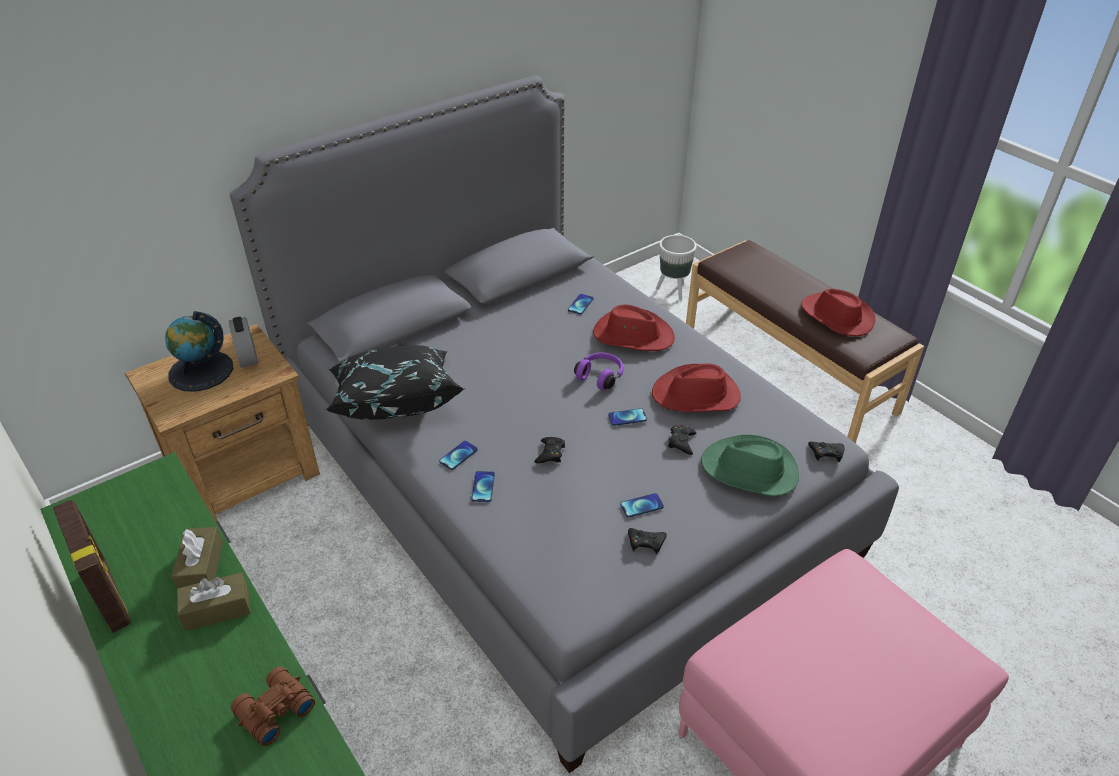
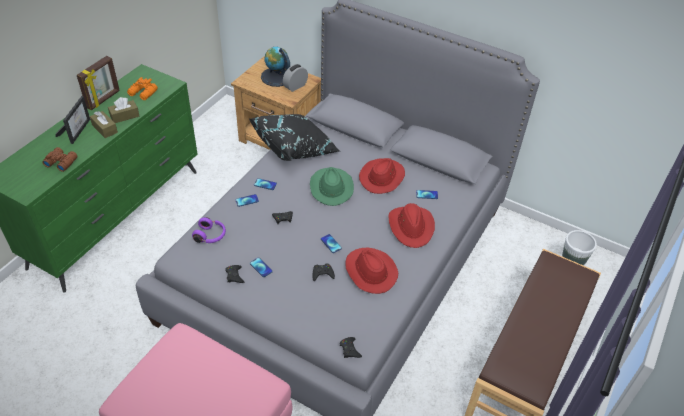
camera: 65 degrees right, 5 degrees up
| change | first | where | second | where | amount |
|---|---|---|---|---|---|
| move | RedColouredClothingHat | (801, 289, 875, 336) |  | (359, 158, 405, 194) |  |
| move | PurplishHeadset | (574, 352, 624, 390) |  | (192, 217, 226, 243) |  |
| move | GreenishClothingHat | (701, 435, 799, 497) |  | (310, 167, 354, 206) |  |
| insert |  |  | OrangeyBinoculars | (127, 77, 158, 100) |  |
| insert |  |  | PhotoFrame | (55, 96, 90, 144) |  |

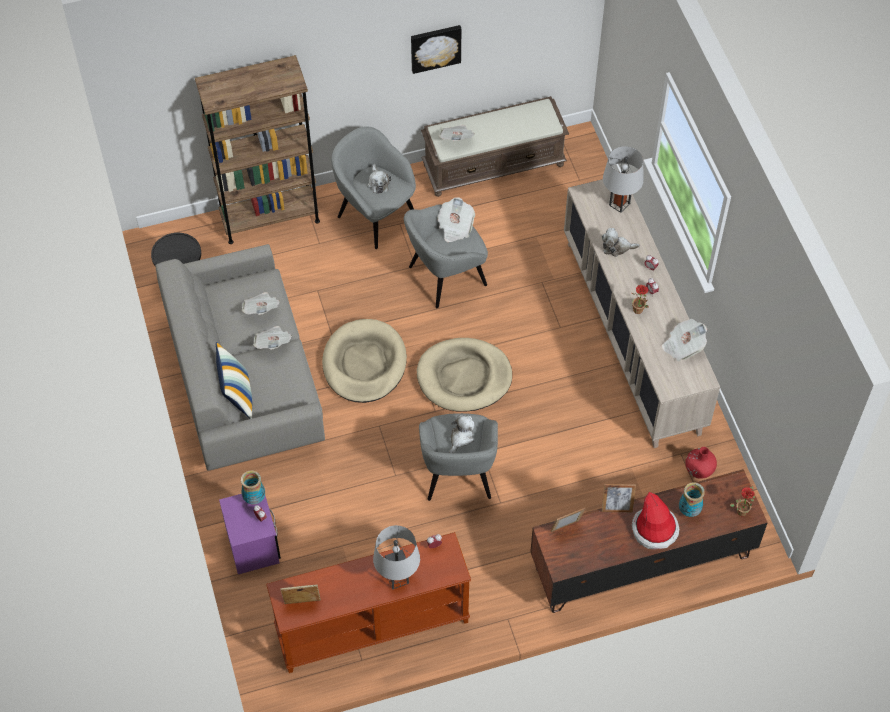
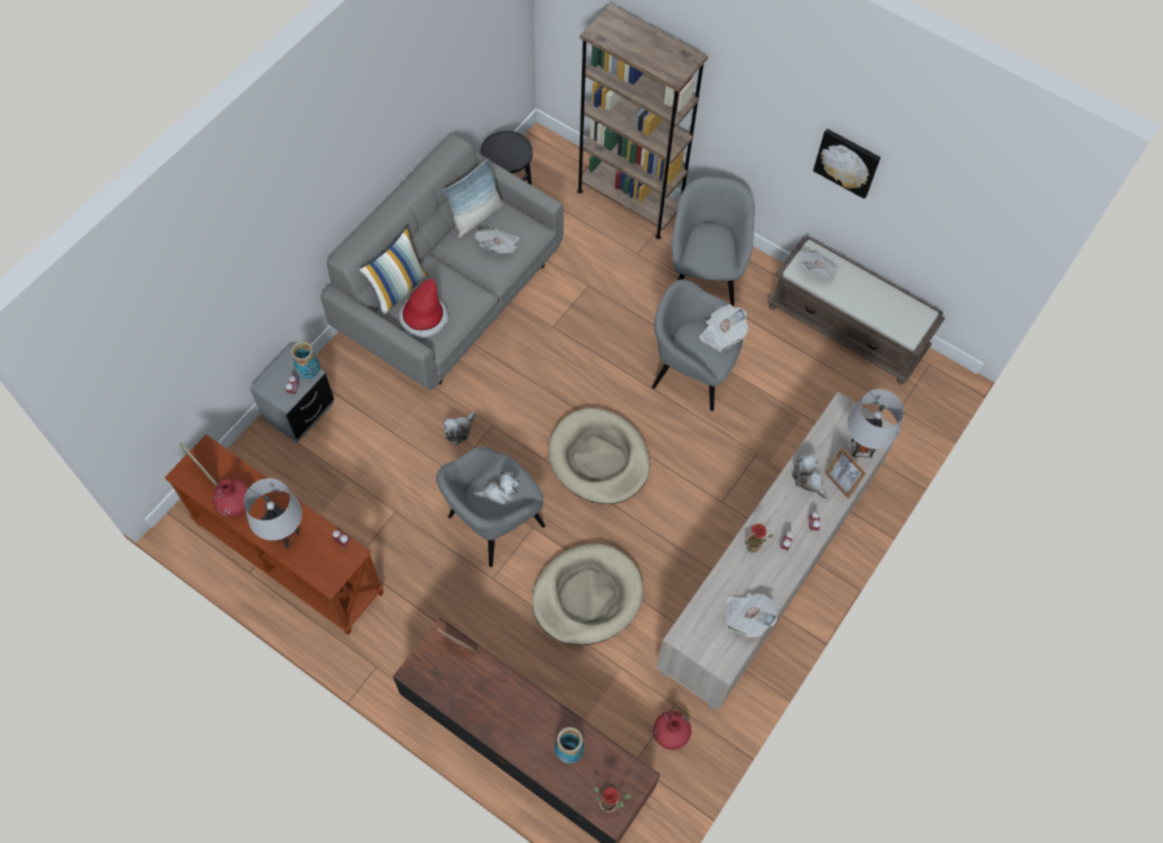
camera: 50 degrees right, 5 degrees up
| change | first | where | second | where | amount |
|---|---|---|---|---|---|
| move | PlushToy | (367, 164, 391, 194) |  | (443, 411, 476, 445) |  |
| move | BeigeDogBed | (322, 319, 407, 403) |  | (532, 544, 644, 645) |  |
| delete | Newspaper | (253, 326, 292, 350) |  |  |  |
| move | PhotoFrame | (602, 484, 636, 512) |  | (825, 447, 866, 499) |  |
| move | ClothingHat | (632, 492, 679, 549) |  | (399, 278, 448, 338) |  |
| recolor | PurplishBedsideTable | (219, 494, 281, 574) | GrayBedsideTable | (250, 348, 334, 443) |  |
| insert |  |  | Cushion | (443, 158, 504, 238) |  |
| insert |  |  | RedColouredDecorativeVase | (212, 479, 249, 517) |  |

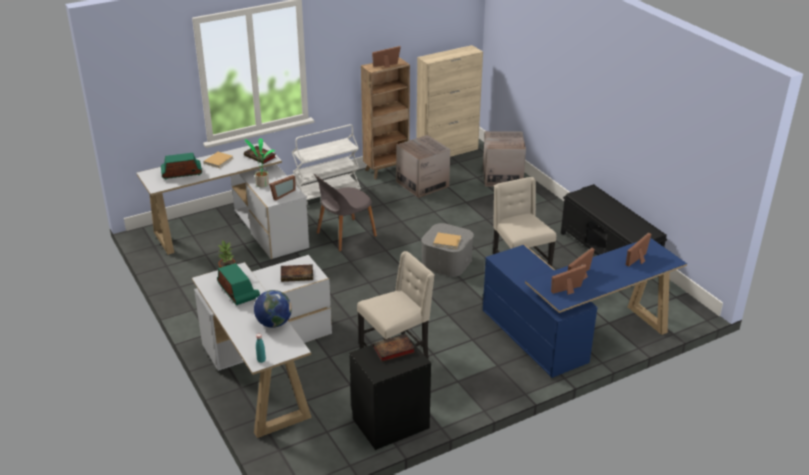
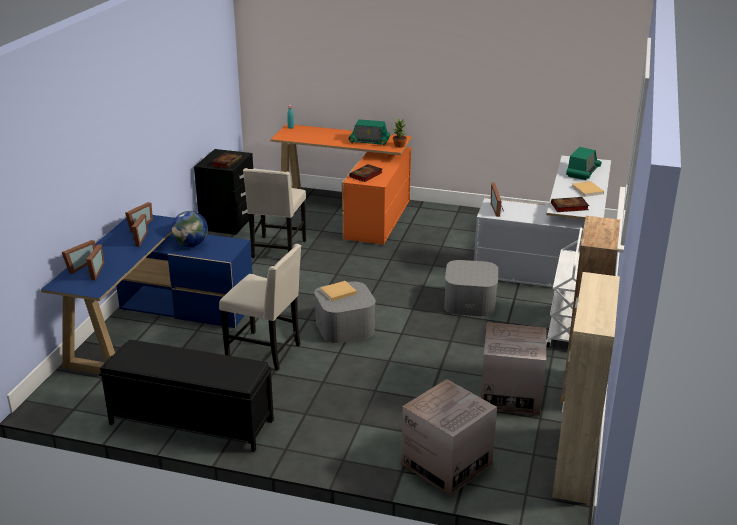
camera: 135 degrees right, 5 degrees down
| change | first | where | second | where | amount |
|---|---|---|---|---|---|
| move | PhotoFrame | (372, 46, 401, 68) |  | (62, 240, 96, 274) |  |
| delete | PlantInAPot | (245, 139, 275, 187) |  |  |  |
| replace | GrayChair | (314, 174, 377, 251) | GrayStorageContainer | (444, 260, 498, 317) |  |
| recolor | WhitishDeskUnit | (192, 255, 332, 438) | OrangeyDeskUnit | (270, 124, 412, 245) |  |
| move | WorldGlobe | (254, 290, 292, 328) |  | (171, 211, 208, 247) |  |

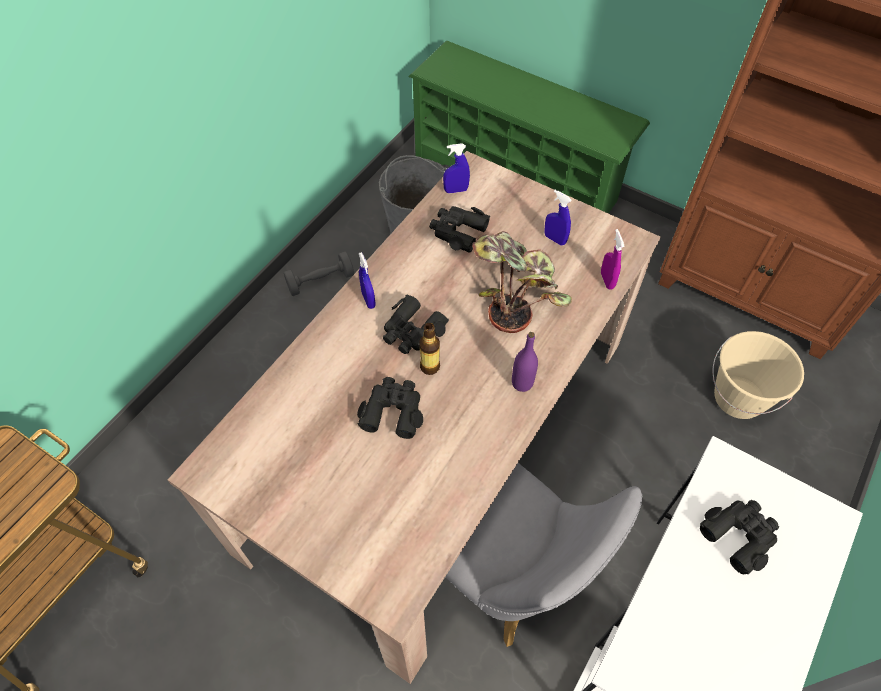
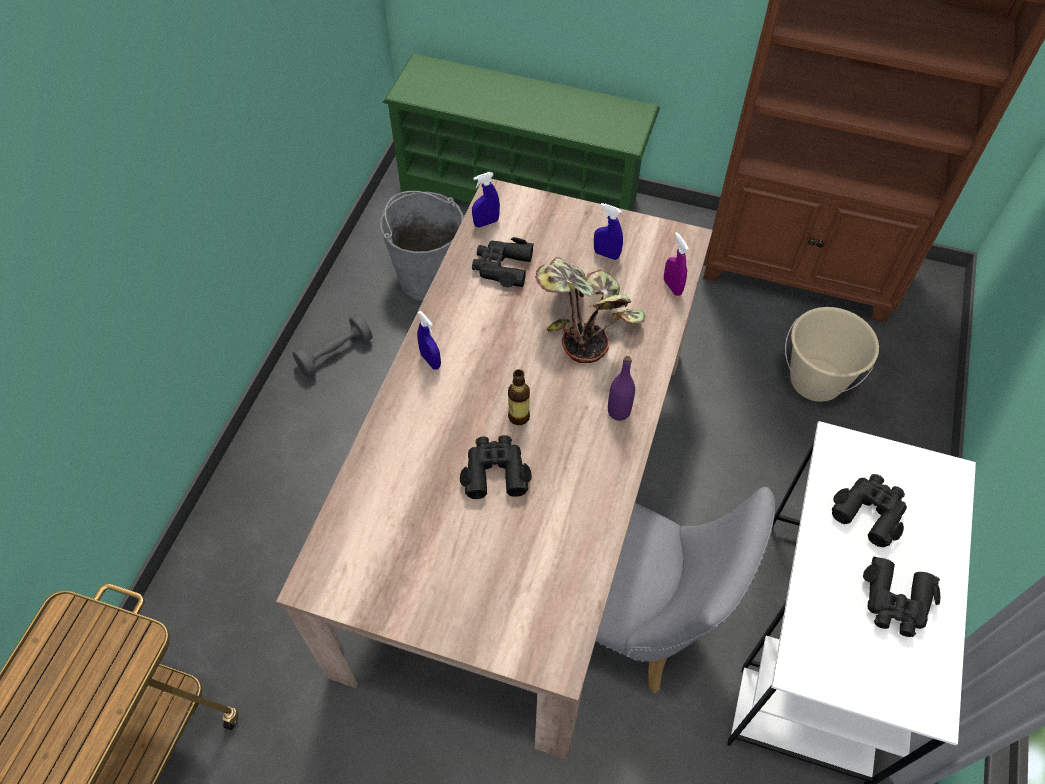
camera: 15 degrees left, 0 degrees up
| change | first | where | second | where | amount |
|---|---|---|---|---|---|
| move | BlackColouredBinoculars | (383, 294, 449, 354) |  | (863, 557, 940, 637) |  |

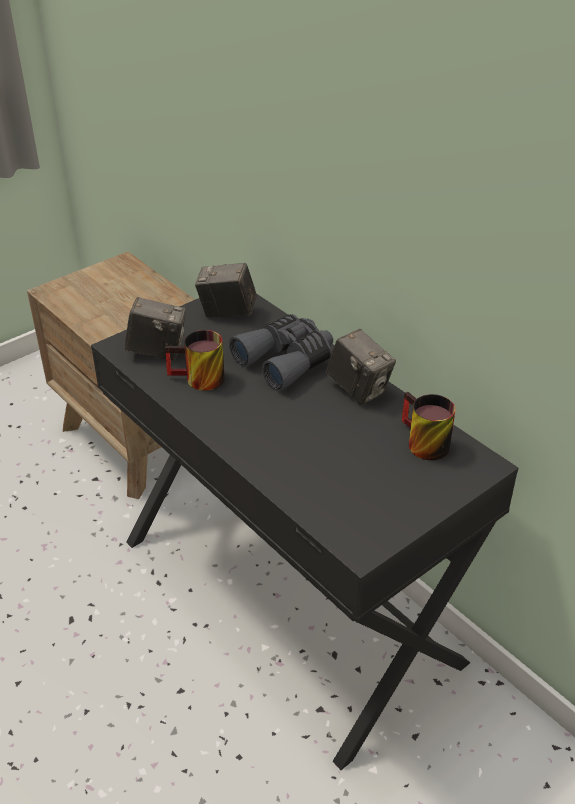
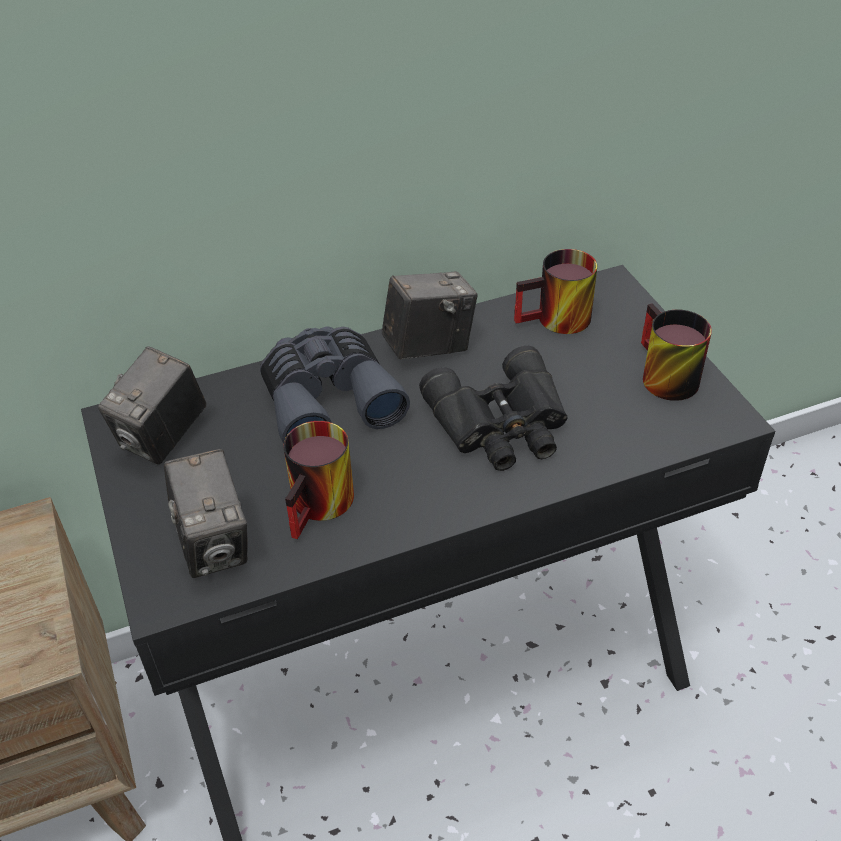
camera: 70 degrees left, 5 degrees up
| change | first | where | second | where | amount |
|---|---|---|---|---|---|
| rotate | StillCamera | (125, 297, 186, 361) |  | (164, 449, 248, 578) | 135 degrees clockwise |
| insert |  |  | TeaMug | (641, 303, 712, 401) |  |
| insert |  |  | BlackColouredBinoculars | (419, 346, 568, 471) |  |

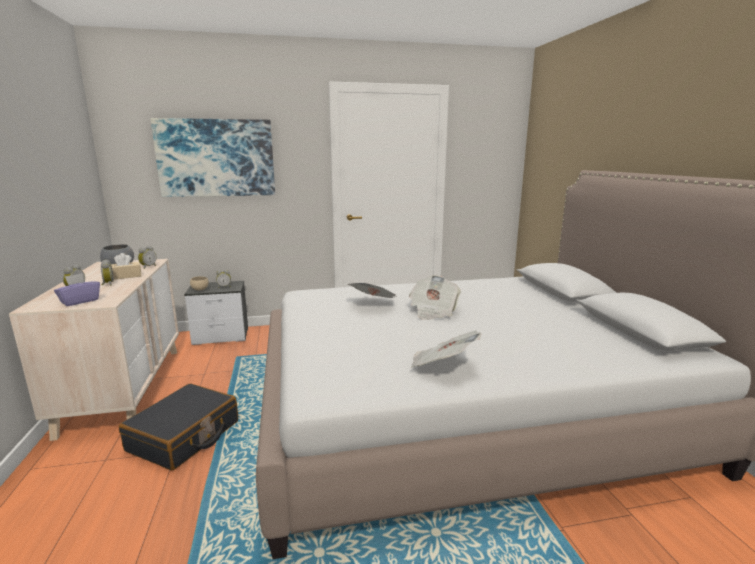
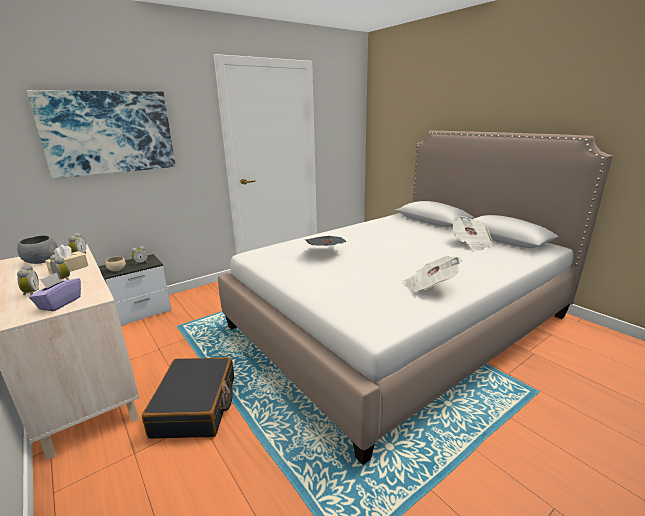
camera: 25 degrees left, 5 degrees up
| change | first | where | second | where | amount |
|---|---|---|---|---|---|
| move | Newspaper | (409, 275, 461, 320) |  | (452, 216, 493, 251) |  |

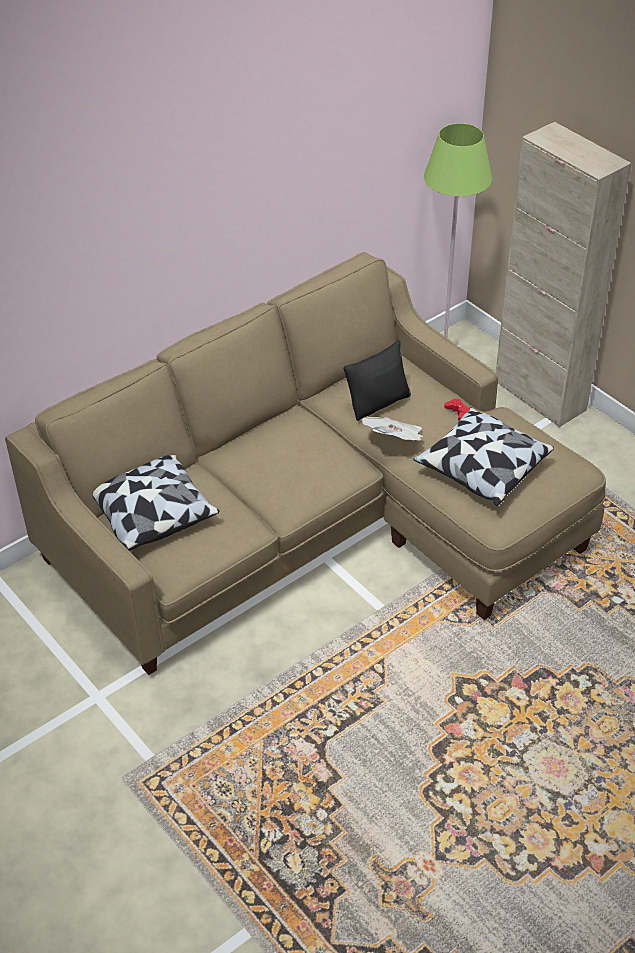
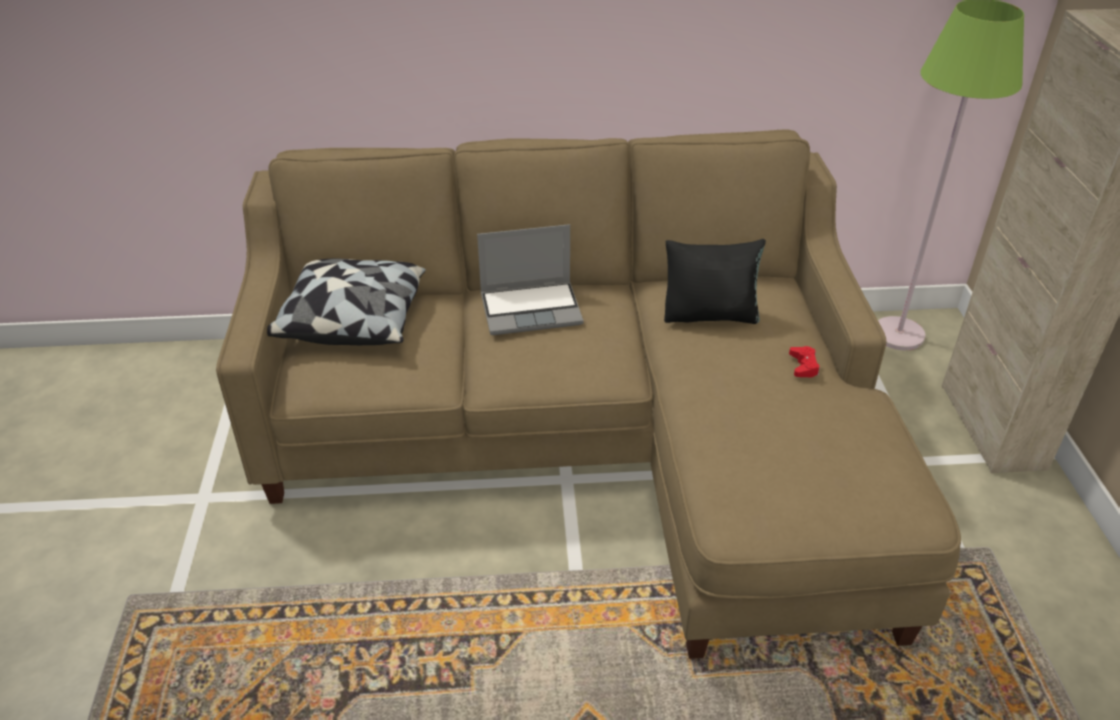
camera: 35 degrees right, 5 degrees down
| change | first | where | second | where | amount |
|---|---|---|---|---|---|
| delete | Cushion | (413, 407, 554, 506) |  |  |  |
| delete | Newspaper | (362, 417, 423, 441) |  |  |  |
| insert |  |  | Laptop | (477, 224, 584, 335) |  |

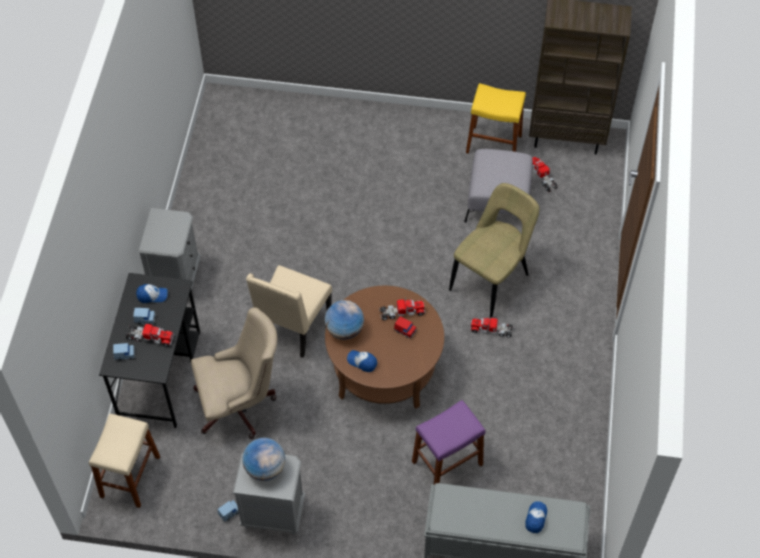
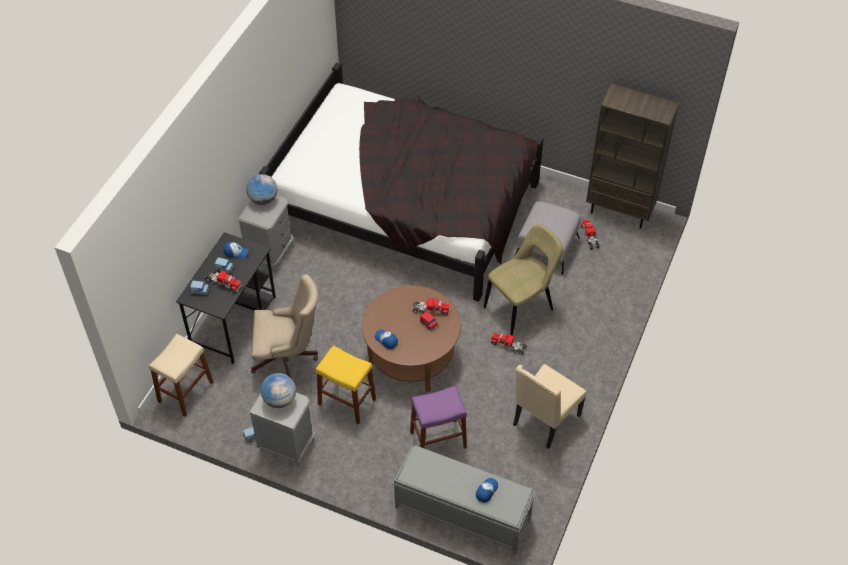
camera: 15 degrees right, 5 degrees down
| change | first | where | second | where | amount |
|---|---|---|---|---|---|
| move | YellowSittingStool | (466, 83, 526, 154) |  | (316, 345, 376, 425) |  |
| move | BeigeChair | (246, 265, 332, 358) |  | (513, 364, 587, 449) |  |
| move | WorldGlobe | (324, 300, 364, 340) |  | (247, 174, 277, 205) |  |
| insert |  |  | BlackColouredSleepingBed | (259, 62, 543, 301) |  |

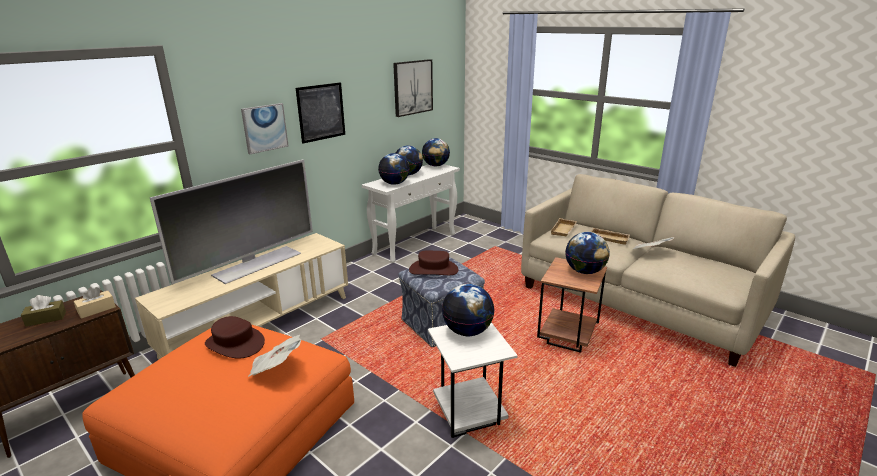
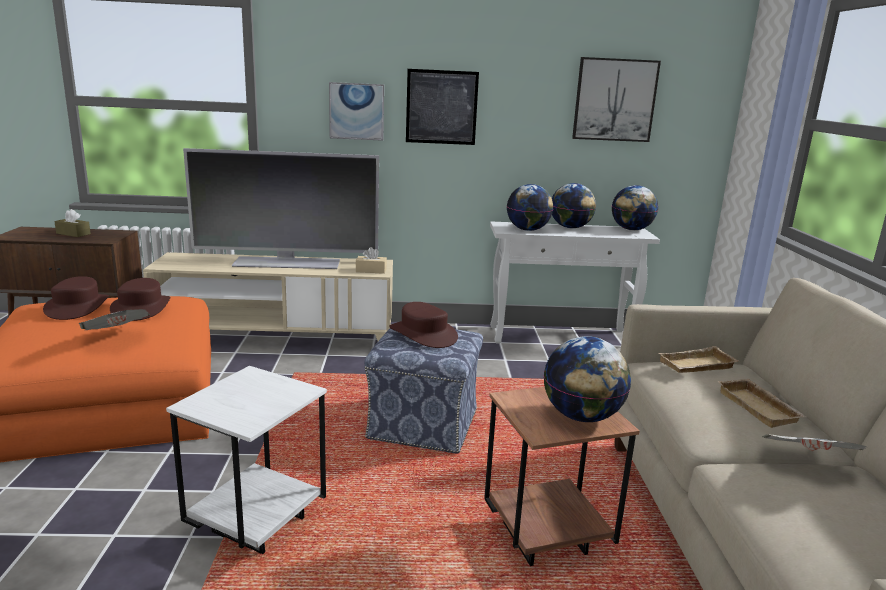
camera: 45 degrees right, 5 degrees down
| change | first | where | second | where | amount |
|---|---|---|---|---|---|
| delete | WorldGlobe | (442, 284, 495, 336) |  |  |  |
| move | BeigeTissueHolder | (74, 287, 116, 319) |  | (356, 247, 387, 274) |  |
| insert |  |  | BrownishClothingHat | (43, 276, 109, 320) |  |

